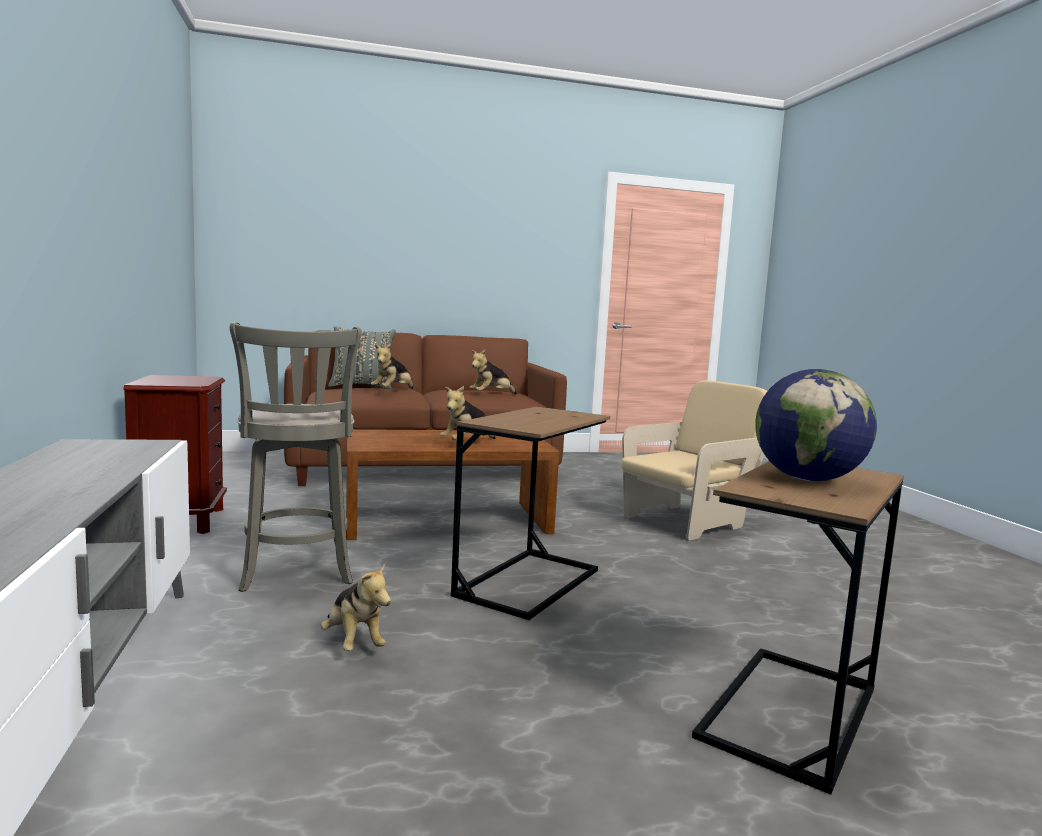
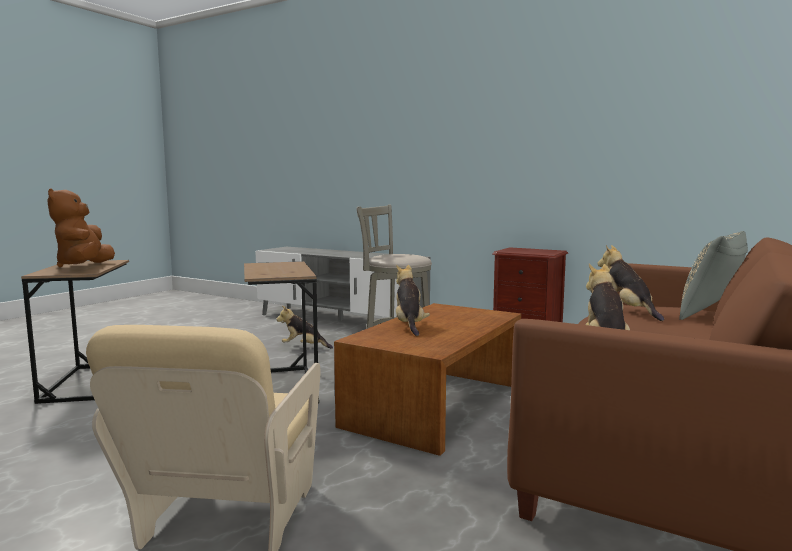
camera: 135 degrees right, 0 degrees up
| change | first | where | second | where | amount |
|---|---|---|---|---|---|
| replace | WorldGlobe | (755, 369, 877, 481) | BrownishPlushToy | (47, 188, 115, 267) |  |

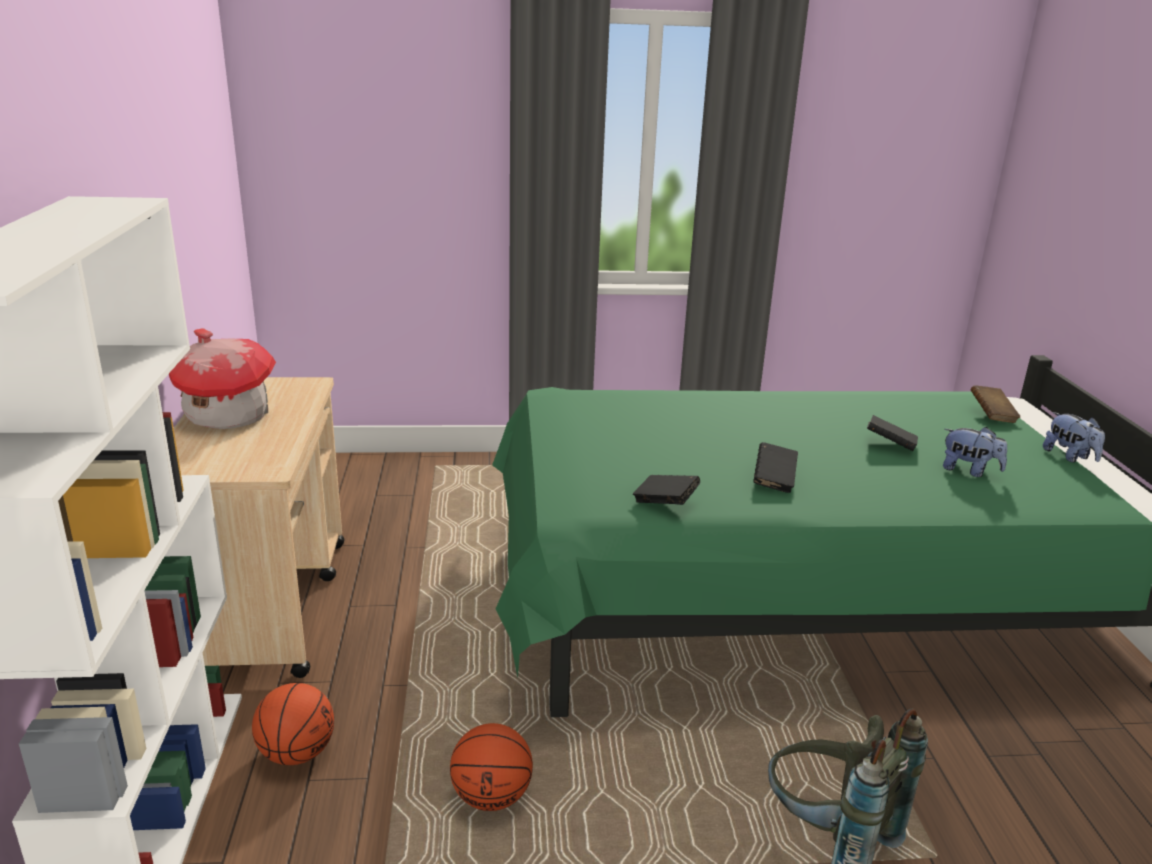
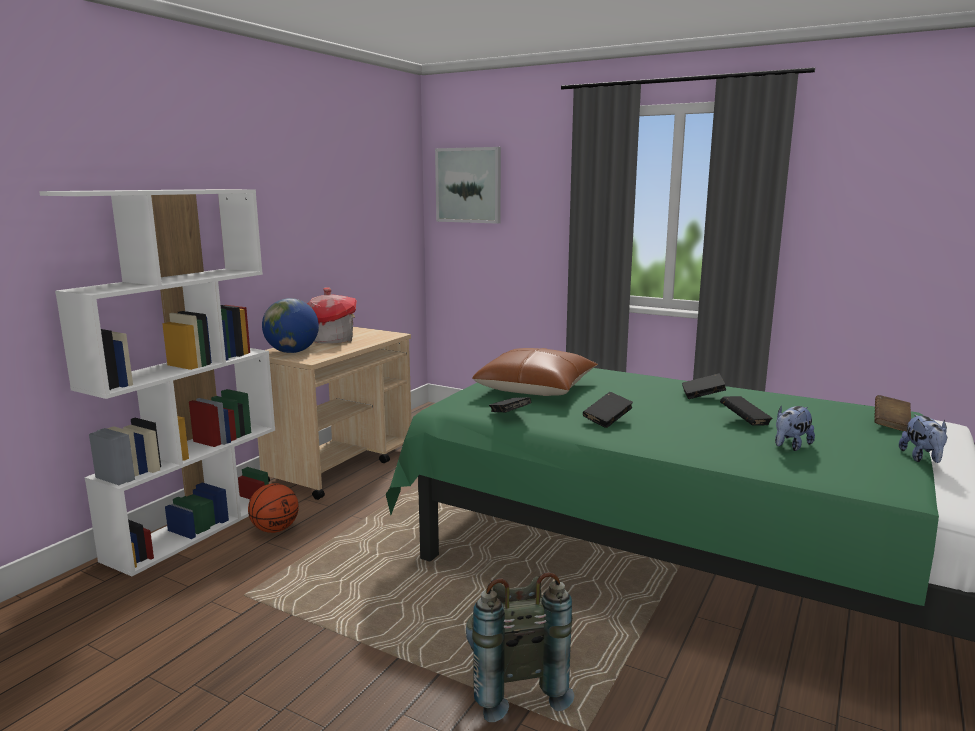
camera: 35 degrees right, 10 degrees down
| change | first | where | second | where | amount |
|---|---|---|---|---|---|
| rotate | PlushToy | (943, 427, 1007, 477) |  | (775, 406, 815, 451) | 75 degrees clockwise |
| delete | Basketball | (450, 723, 533, 811) |  |  |  |
| insert |  |  | WallPicture | (435, 147, 501, 224) |  |
| insert |  |  | WorldGlobe | (262, 298, 319, 353) |  |
| insert |  |  | BrownishCushion | (472, 348, 598, 396) |  |
| insert |  |  | BlackColouredBoundBook | (682, 373, 727, 399) |  |

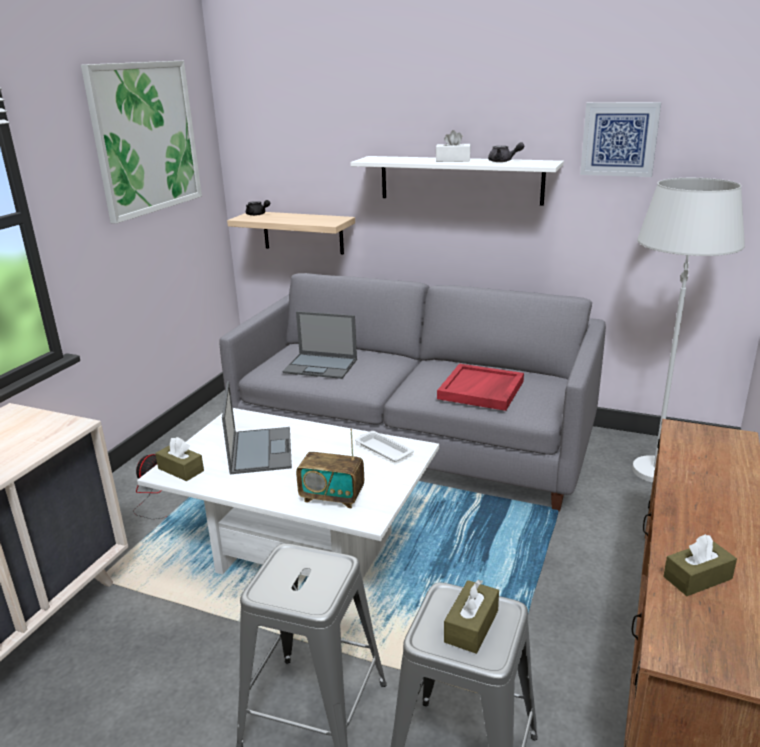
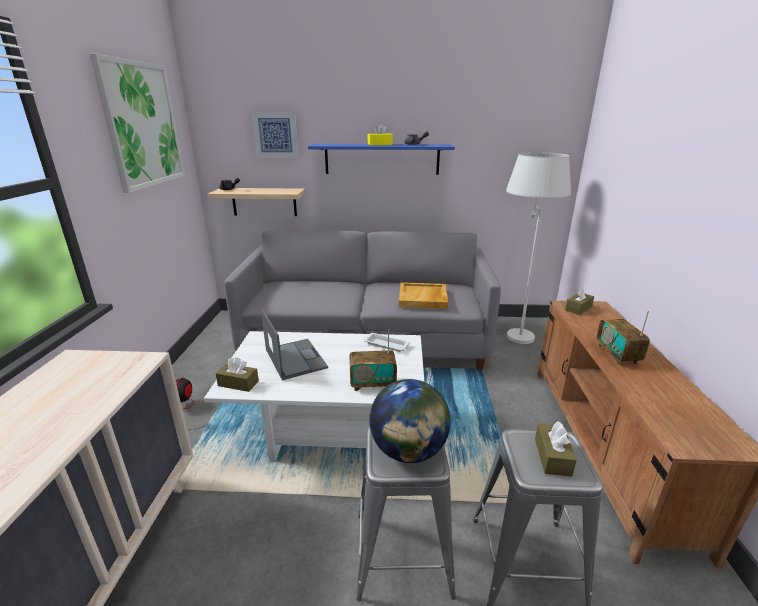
camera: 20 degrees left, 0 degrees up
| change | first | where | second | where | amount |
|---|---|---|---|---|---|
| move | WallPicture | (580, 102, 661, 177) |  | (251, 111, 299, 158) |  |
| recolor | WhitishTissueHolder | (436, 130, 471, 162) | YellowTissueHolder | (368, 123, 393, 145) |  |
| recolor | WhitishBracketShelf | (350, 156, 564, 206) | BluishBracketShelf | (308, 144, 455, 175) |  |
| delete | Laptop | (282, 311, 357, 379) |  |  |  |
| recolor | RedColouredServingTray | (437, 364, 524, 411) | BeigeServingTray | (399, 282, 448, 309) |  |
| move | BrownishTissueHolder | (663, 534, 737, 596) |  | (565, 287, 594, 315) |  |
| insert |  |  | RadioSet | (596, 311, 650, 365) |  |
| insert |  |  | WorldGlobe | (369, 379, 451, 463) |  |

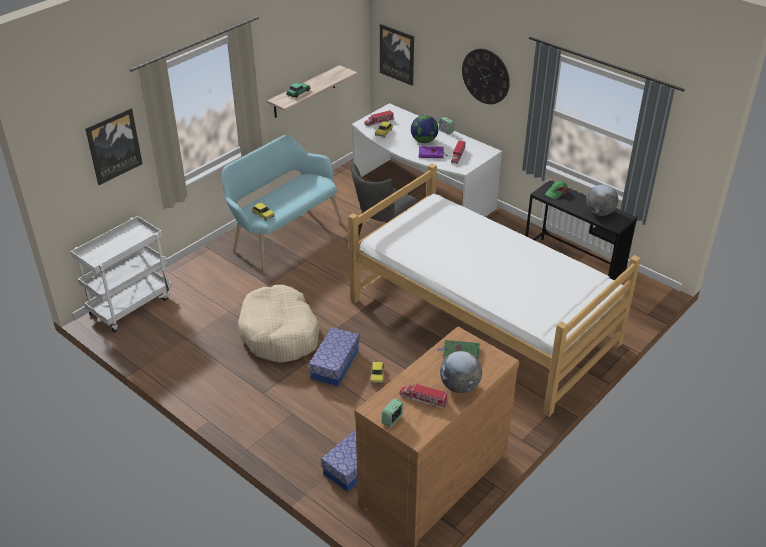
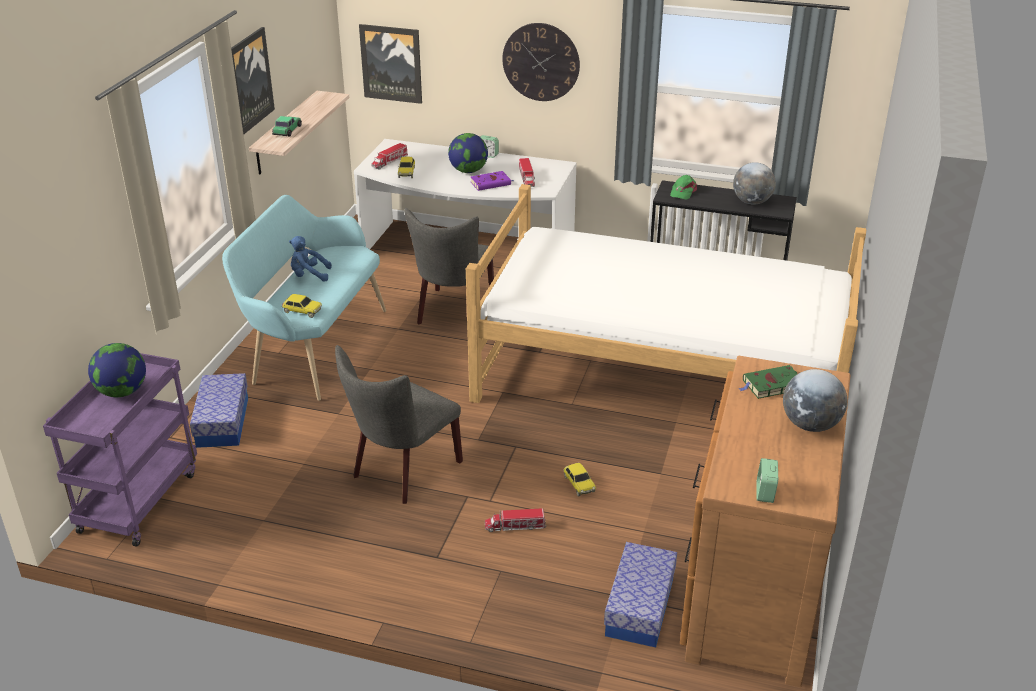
camera: 25 degrees left, 5 degrees down
| change | first | where | second | where | amount |
|---|---|---|---|---|---|
| move | WallPicture | (85, 108, 143, 185) |  | (231, 27, 275, 135) |  |
| recolor | WhitishTrolley | (71, 216, 172, 333) | PurplishTrolley | (43, 353, 197, 547) |  |
| replace | BeigeDogBed | (238, 285, 320, 363) | GrayChair | (335, 345, 463, 504) |  |
| move | StorageContainer | (309, 327, 360, 386) |  | (190, 373, 248, 448) |  |
| move | ModelTruck | (399, 383, 448, 408) |  | (485, 508, 546, 532) |  |
| insert |  |  | BluishPlushToy | (289, 236, 332, 282) |  |
| insert |  |  | WorldGlobe | (88, 343, 146, 397) |  |

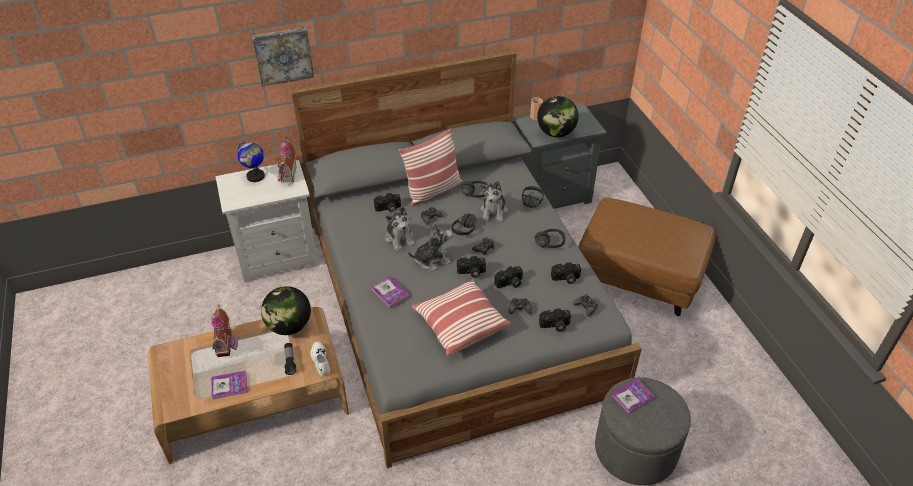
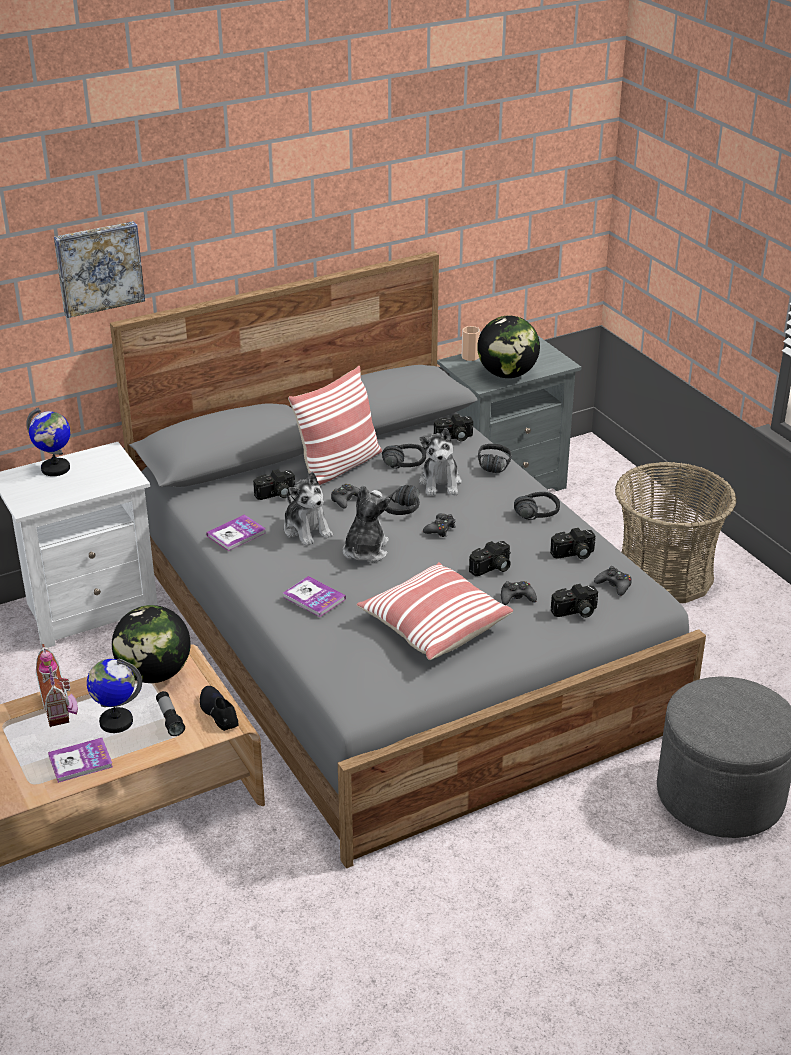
camera: 10 degrees left, 10 degrees down
| change | first | where | second | where | amount |
|---|---|---|---|---|---|
| delete | ModelHouse | (277, 135, 296, 183) |  |  |  |
| replace | BrownishOttoman | (578, 198, 716, 316) | StorageBasket | (615, 462, 736, 603) |  |
| rotate | PlushToy | (408, 223, 452, 270) |  | (342, 485, 390, 563) | 45 degrees counterclockwise |
| move | StillCamera | (457, 256, 486, 278) |  | (434, 414, 473, 441) |  |
| recolor | WhitishItemOfFootwear | (310, 342, 330, 375) | BlackColouredItemOfFootwear | (200, 686, 239, 731) |  |
| move | BoundBook | (611, 379, 655, 414) |  | (206, 514, 266, 551) |  |
| insert |  |  | WorldGlobe | (87, 659, 142, 733) |  |

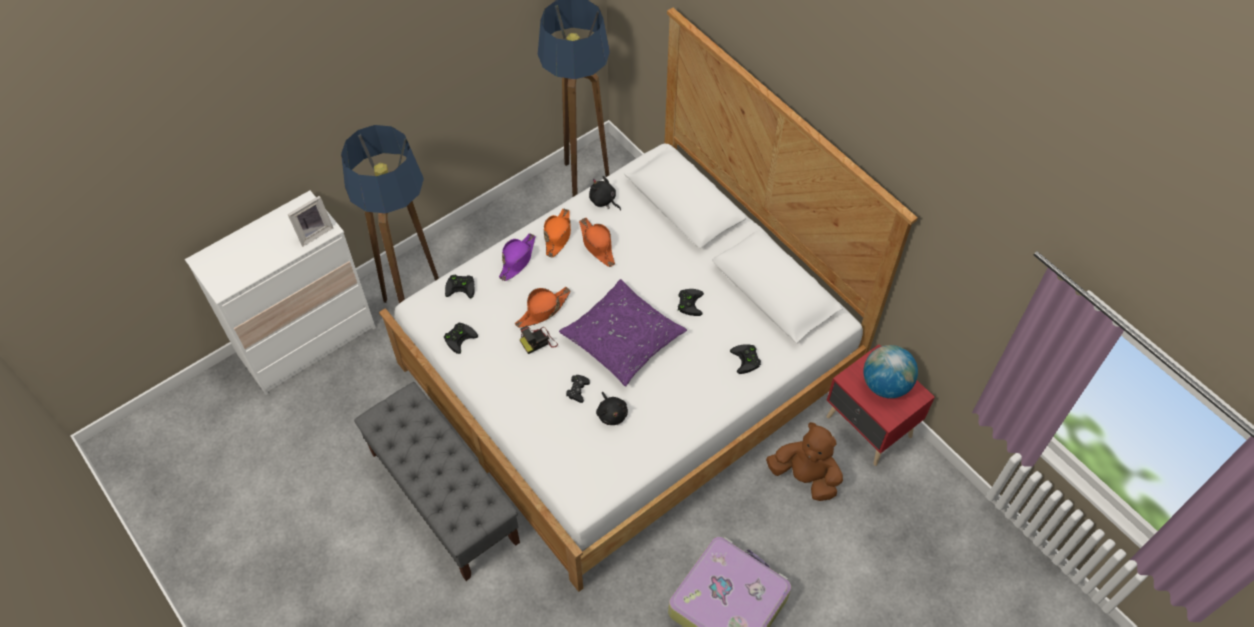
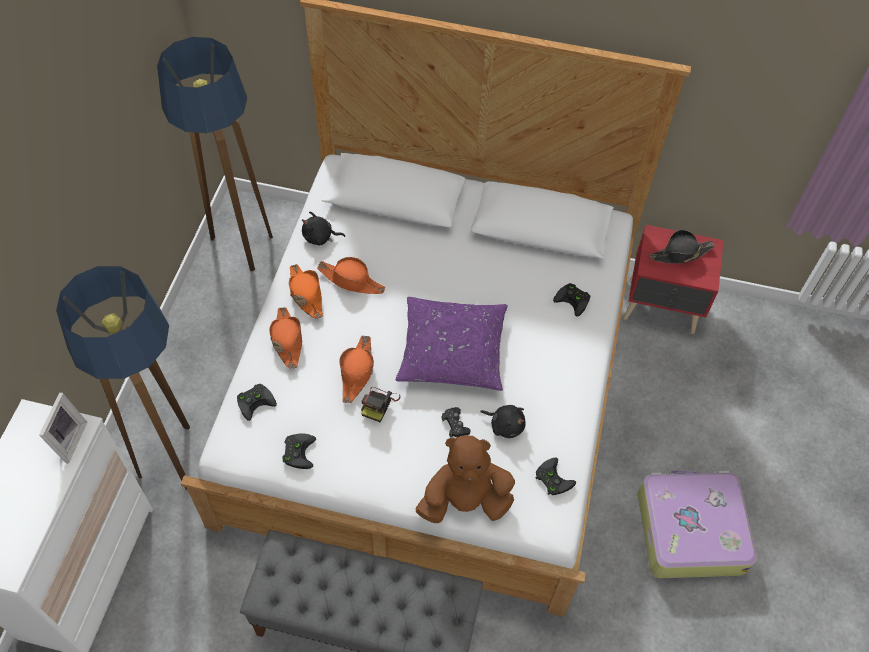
camera: 40 degrees left, 0 degrees up
| change | first | where | second | where | amount |
|---|---|---|---|---|---|
| recolor | PurplishClothingHat | (499, 233, 535, 281) | OrangeyClothingHat | (269, 307, 302, 369) |  |
| move | BlackColouredGameController | (678, 289, 704, 316) |  | (535, 457, 576, 495) |  |
| replace | WorldGlobe | (863, 345, 918, 398) | BlackColouredClothingHat | (649, 230, 715, 263) |  |
| move | BrownishPlushToy | (766, 422, 843, 501) |  | (416, 435, 515, 523) |  |

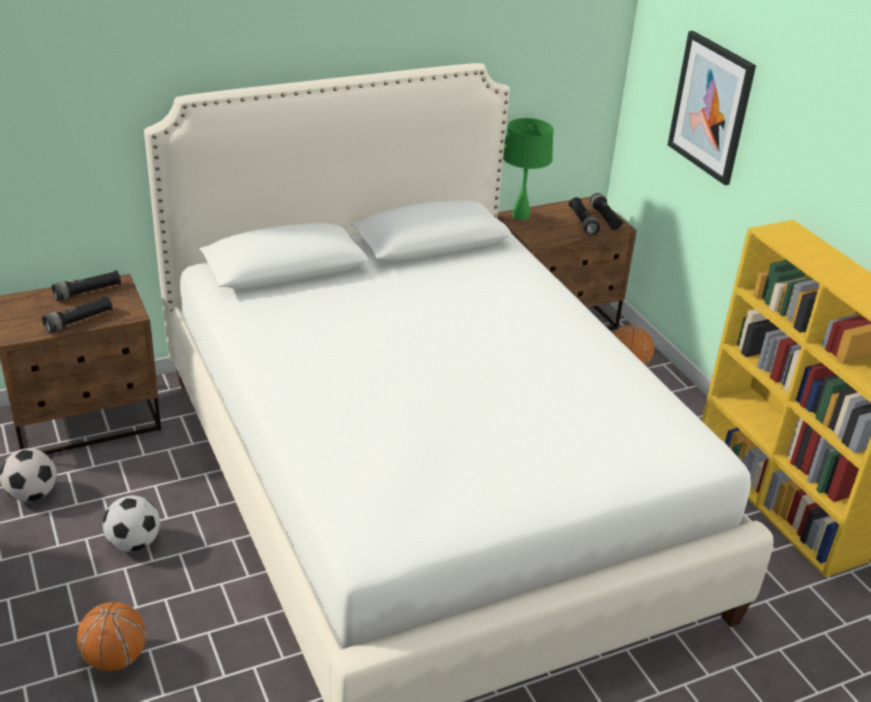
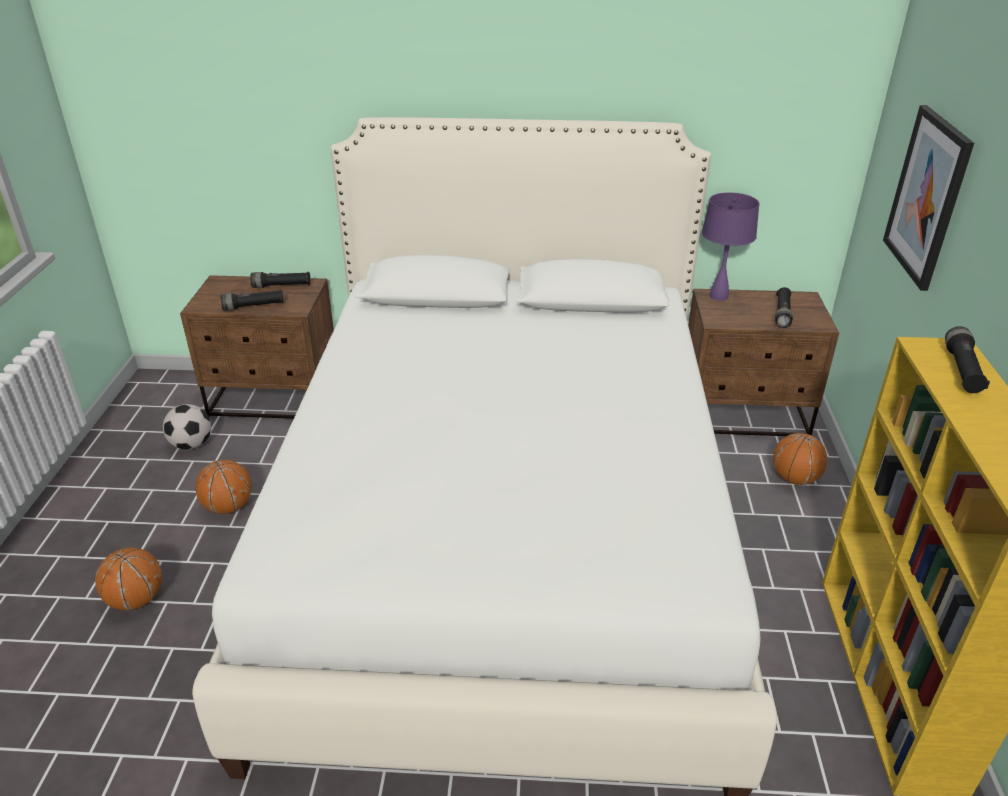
camera: 30 degrees right, 0 degrees up
| change | first | where | second | where | amount |
|---|---|---|---|---|---|
| recolor | GreenishLampForATable | (503, 118, 554, 220) | PurplishLampForATable | (702, 192, 759, 301) |  |
| move | BlackColouredFlashlight | (590, 193, 623, 230) |  | (945, 326, 990, 393) |  |
| replace | FootballBall | (103, 496, 160, 552) | Basketball | (196, 460, 252, 514) |  |

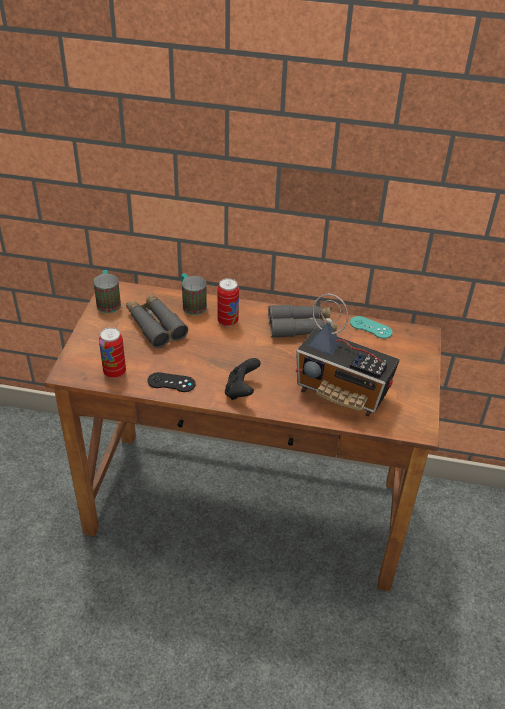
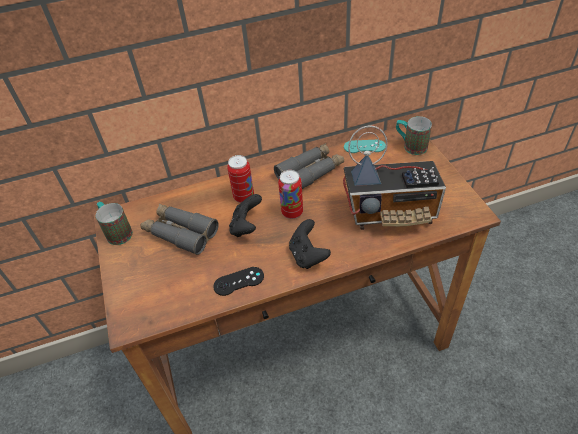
camera: 25 degrees left, 5 degrees up
| change | first | where | second | where | amount |
|---|---|---|---|---|---|
| move | TeaMug | (181, 274, 207, 315) |  | (396, 116, 432, 155) |  |
| move | SealedCan | (99, 327, 126, 379) |  | (278, 170, 303, 219) |  |
| insert |  |  | BlackColouredGameController | (229, 194, 262, 237) |  |

